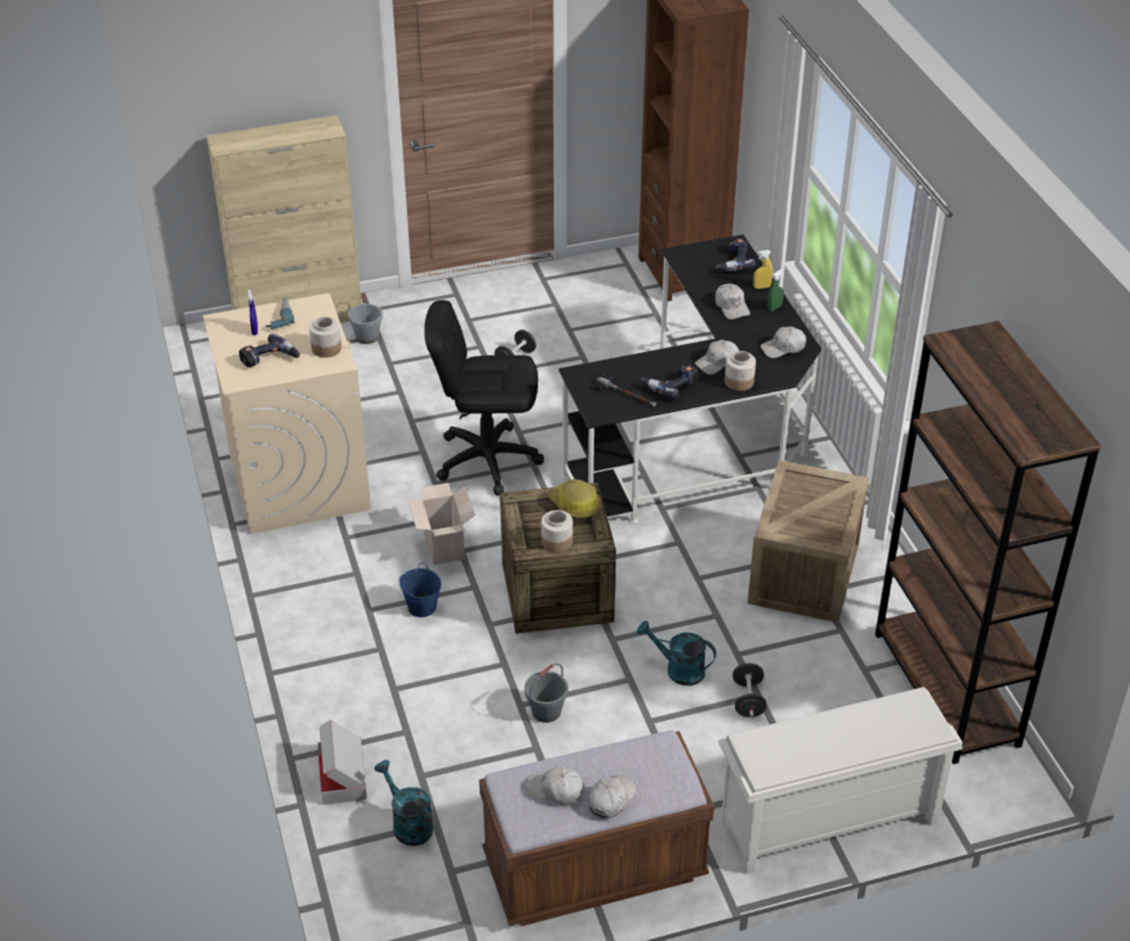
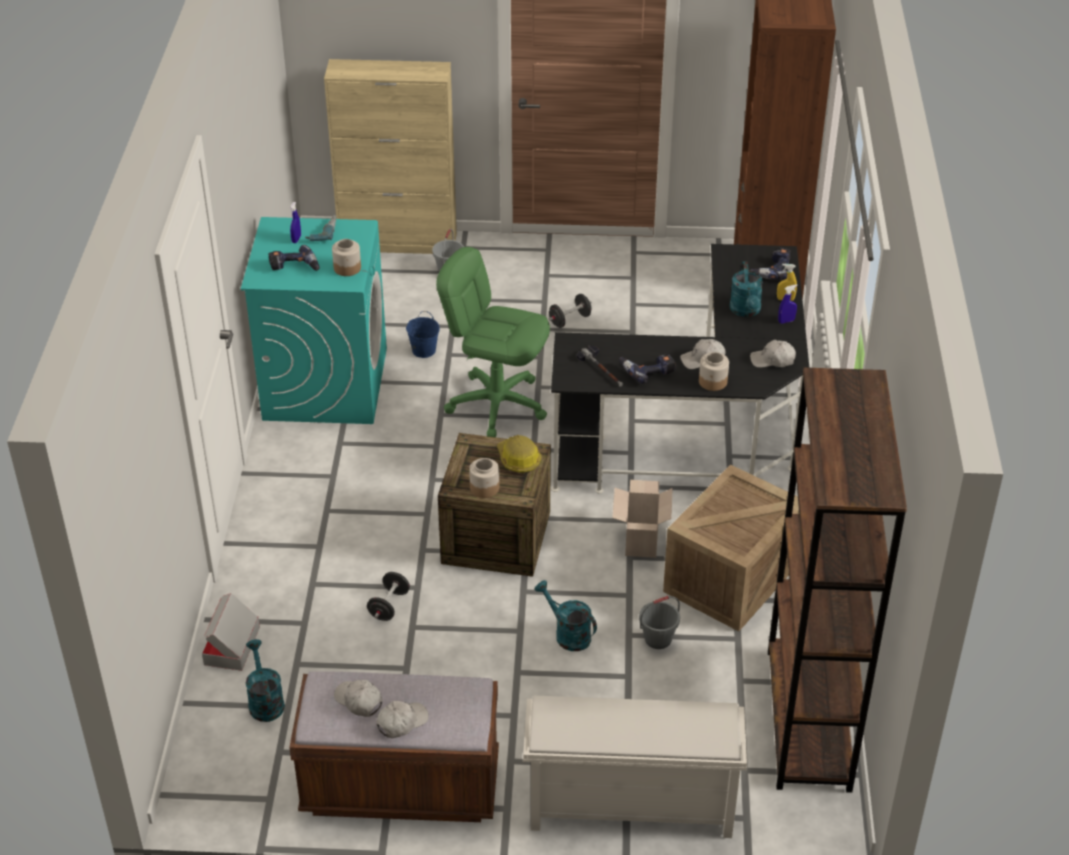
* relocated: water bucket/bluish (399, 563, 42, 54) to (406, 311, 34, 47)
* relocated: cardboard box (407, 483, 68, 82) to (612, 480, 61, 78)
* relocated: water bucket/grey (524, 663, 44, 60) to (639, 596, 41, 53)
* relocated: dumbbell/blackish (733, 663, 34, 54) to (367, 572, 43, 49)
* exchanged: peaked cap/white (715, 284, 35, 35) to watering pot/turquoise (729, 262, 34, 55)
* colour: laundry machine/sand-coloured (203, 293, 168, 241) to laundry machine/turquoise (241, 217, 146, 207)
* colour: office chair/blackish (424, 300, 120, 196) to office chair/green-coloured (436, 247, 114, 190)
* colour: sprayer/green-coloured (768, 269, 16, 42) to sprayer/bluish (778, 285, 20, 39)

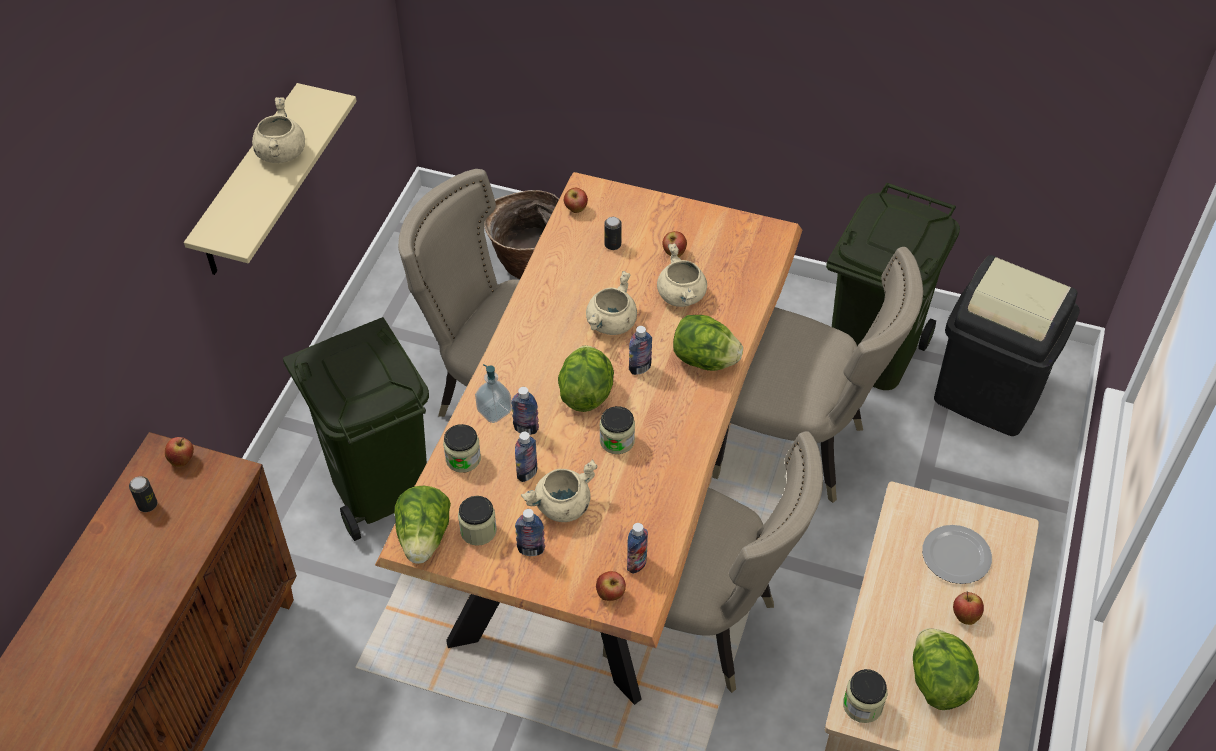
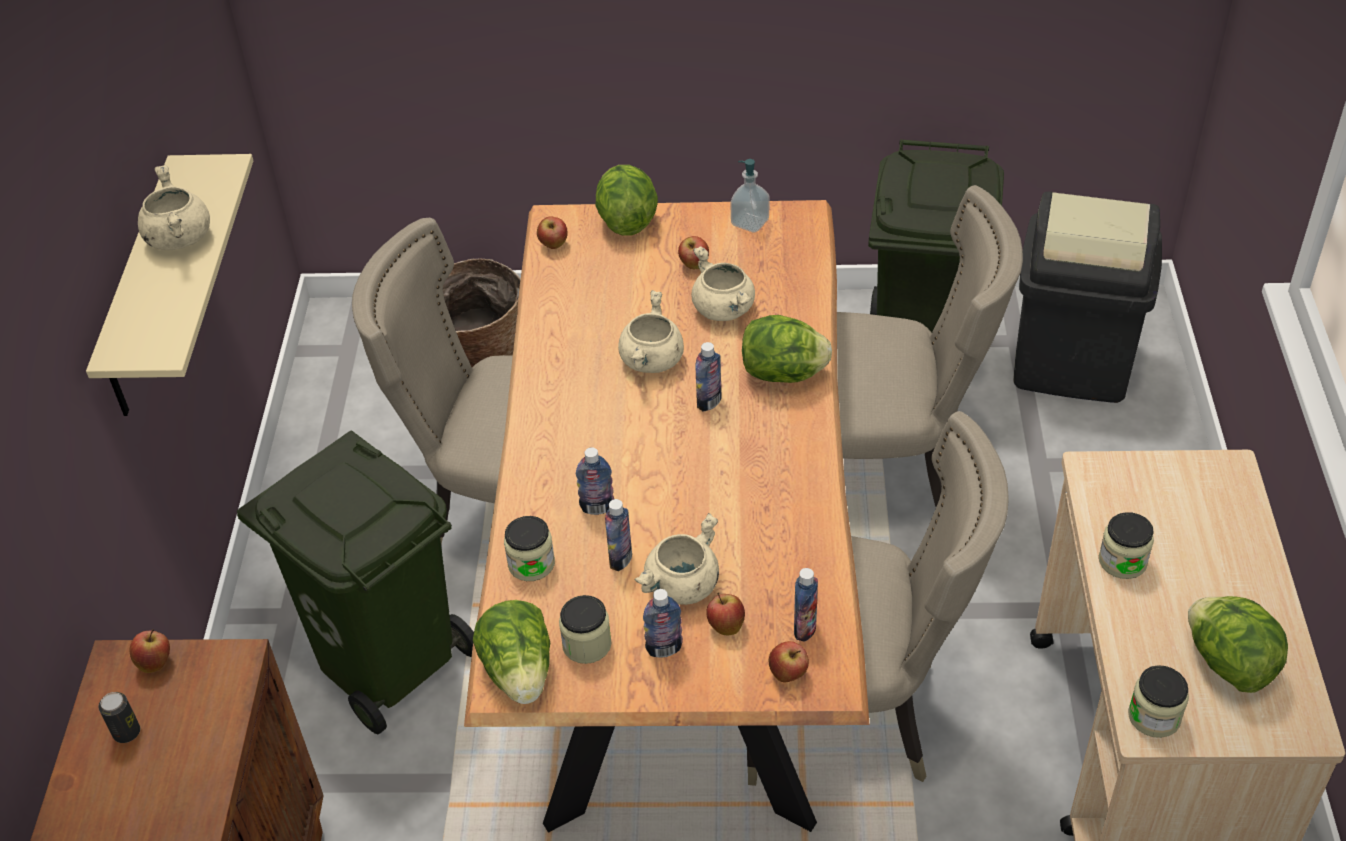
* missing: metal can (604, 217, 18, 33)
* missing: dinner plate (922, 525, 70, 59)
* relocated: liquid soap bottle (475, 364, 37, 59) to (730, 159, 39, 74)
* relocated: lettuce (558, 345, 56, 67) to (595, 165, 63, 71)
* relocated: storage jar (600, 406, 35, 48) to (1099, 512, 55, 67)
* relocated: whole apple (953, 591, 31, 34) to (706, 592, 39, 43)

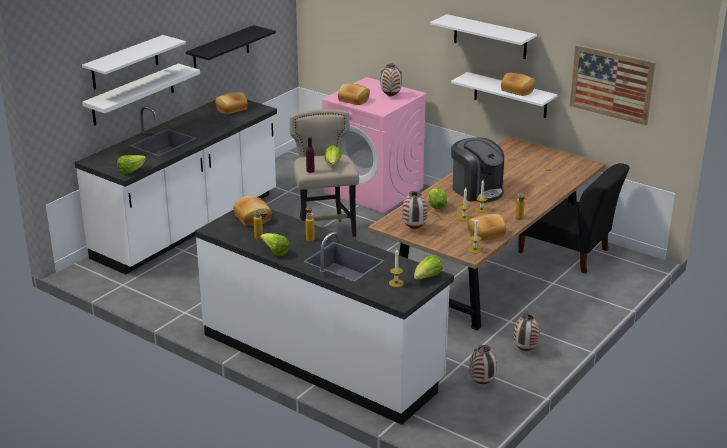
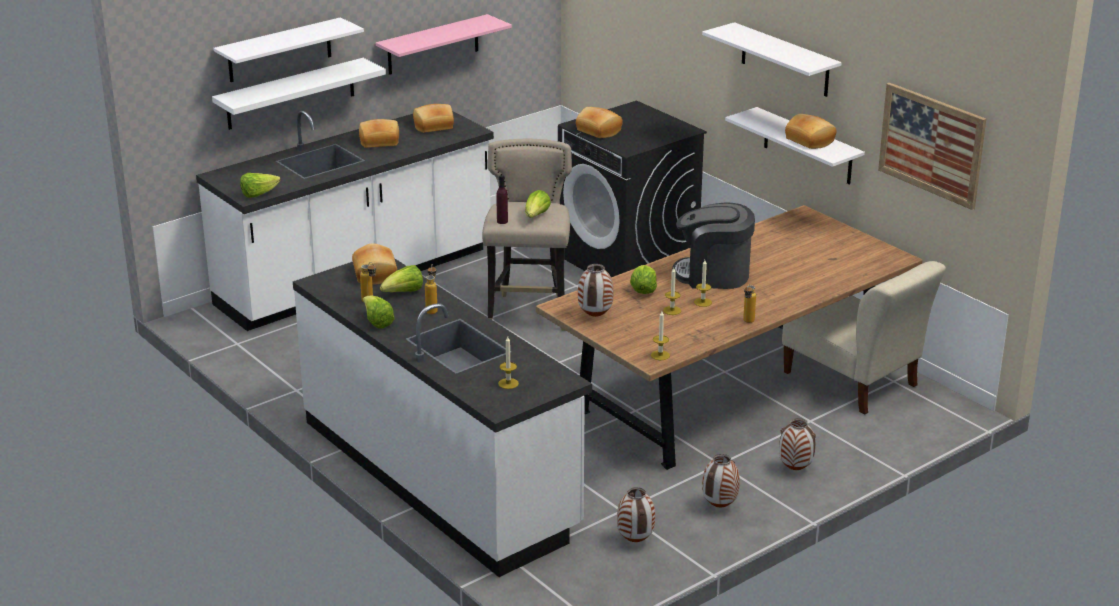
* relocated: flower vase (380, 64, 22, 32) to (779, 418, 37, 52)
* relocated: lettuce (414, 255, 29, 25) to (380, 265, 43, 27)
* relocated: bread (467, 214, 39, 27) to (359, 119, 40, 29)
* colour: wall shelf/blackish (186, 25, 90, 43) to wall shelf/pink (376, 14, 136, 61)
* colour: laundry machine/pink (322, 77, 105, 136) to laundry machine/blackish (558, 101, 149, 176)
* colour: plain chair/blackish (518, 163, 111, 111) to plain chair/sand-coloured (782, 261, 164, 153)
* spun: coffee brewer (451, 137, 53, 66) = (672, 202, 83, 87) 120 degrees clockwise

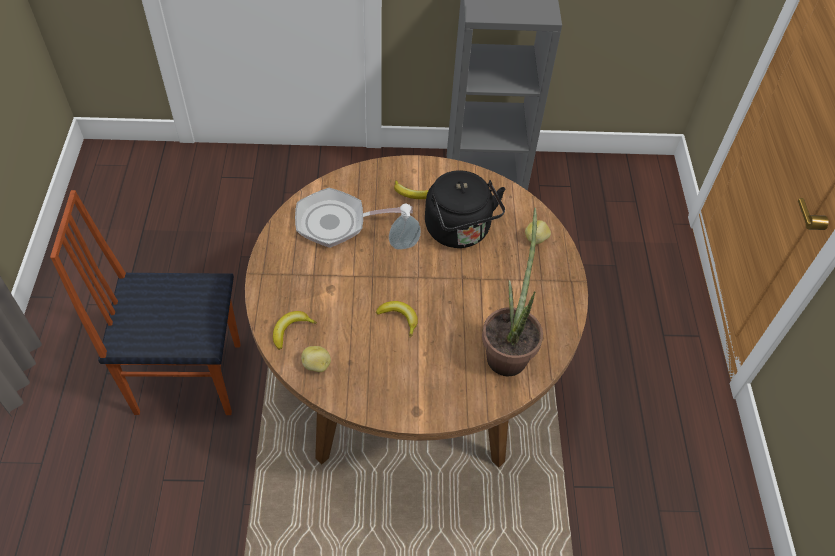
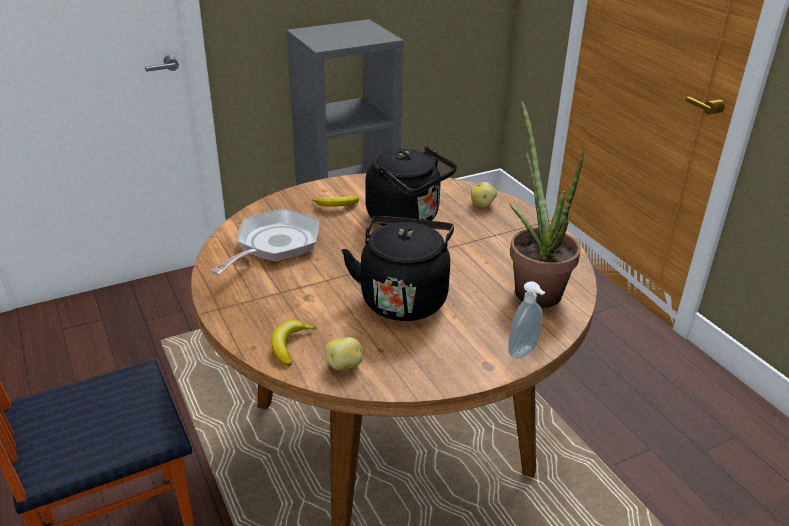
* relocated: liquid soap bottle (389, 204, 32, 46) to (508, 281, 38, 78)
* exchanged: whole banana (376, 301, 42, 36) to water kettle/blackish (342, 216, 112, 105)
* spun: skillet (295, 188, 118, 60) = (210, 209, 109, 66) 150 degrees clockwise

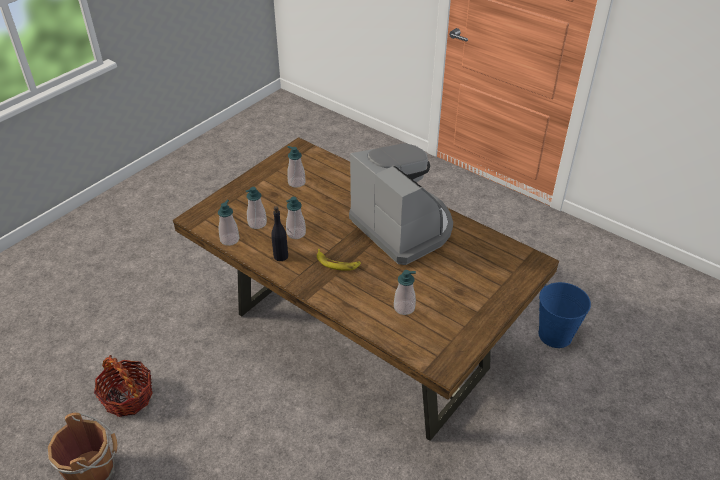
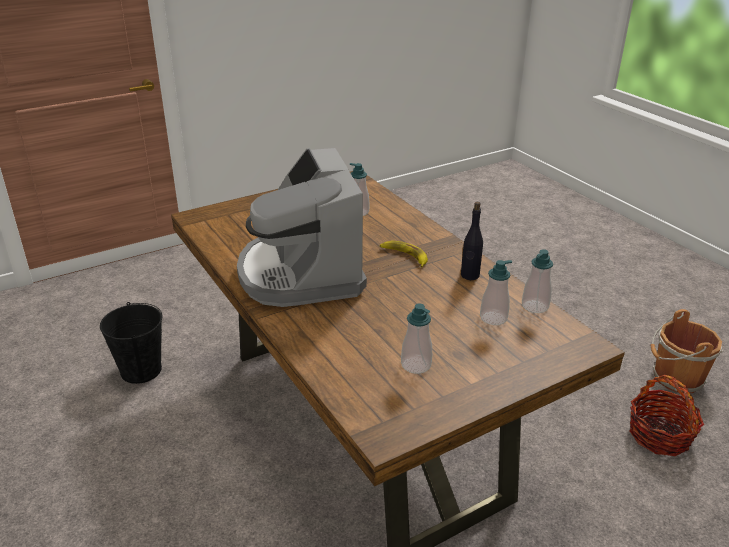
* missing: liquid soap bottle (286, 197, 20, 42)
* colour: water bucket/bluish (538, 282, 53, 66) to water bucket/blackish (100, 302, 62, 82)

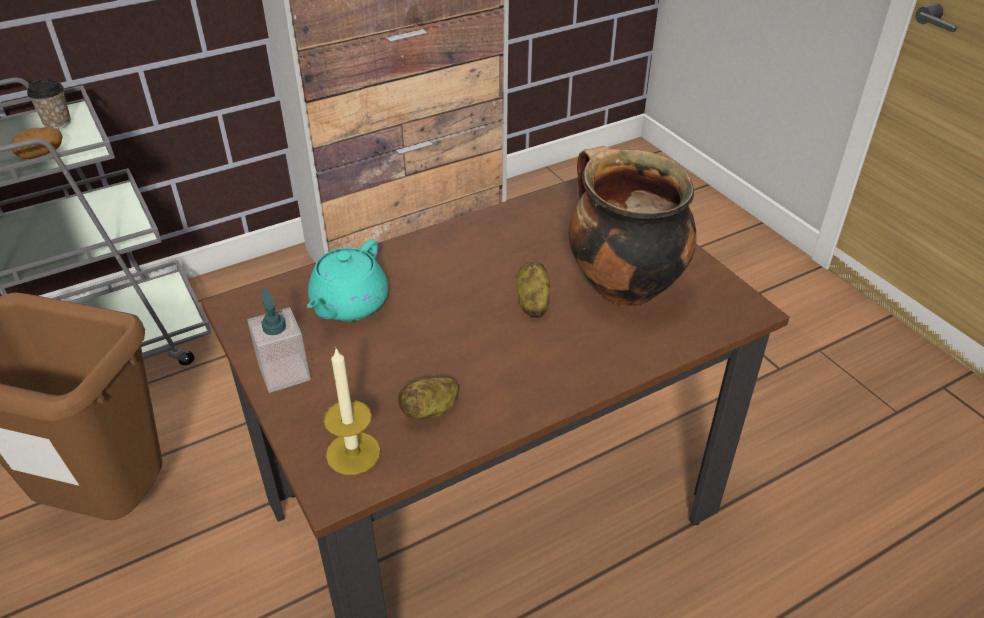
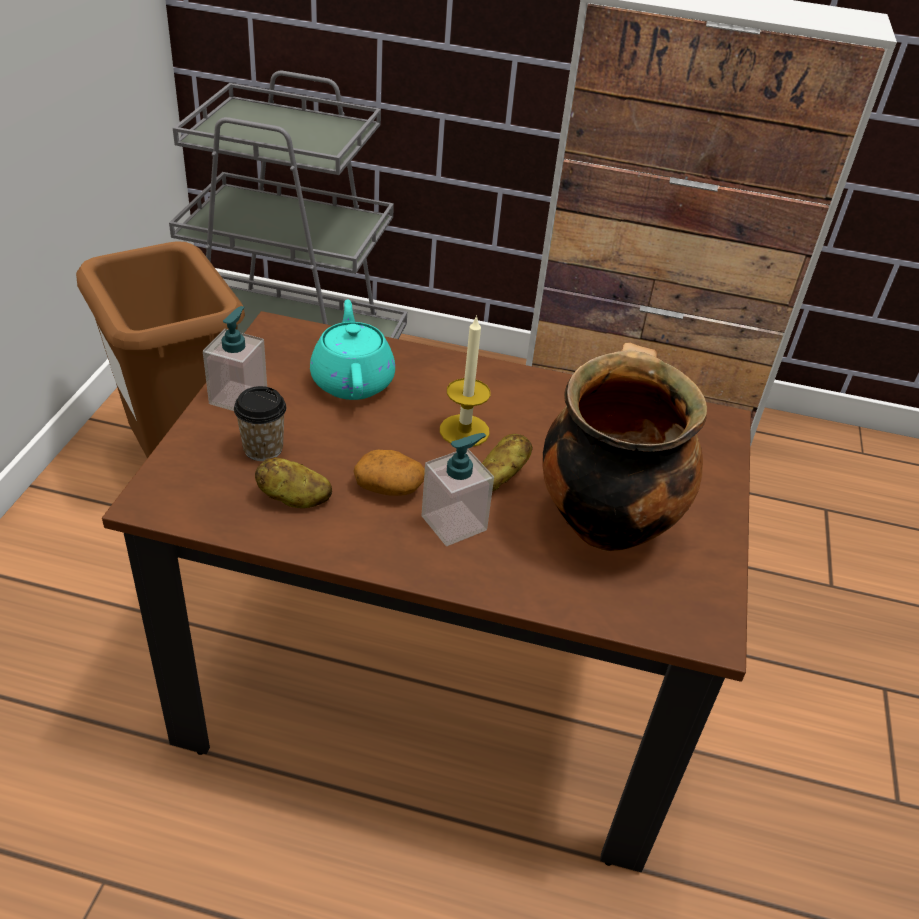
* appeared: liquid soap bottle (422, 433, 72, 113)
* relocated: whole potato (11, 127, 52, 32) to (353, 450, 72, 46)
* relocated: drinking cup (27, 78, 44, 51) to (234, 386, 52, 75)
* relocated: wax candle (323, 347, 58, 128) to (440, 315, 51, 132)
* spun: pot for tea/turquoise (307, 239, 82, 82) = (310, 299, 85, 101) 105 degrees clockwise

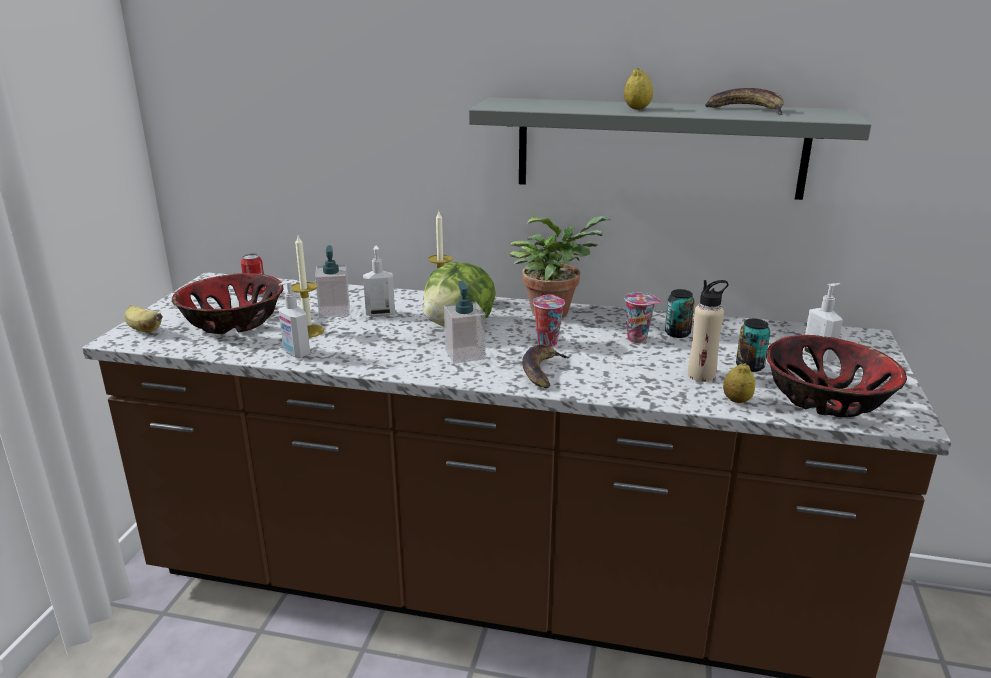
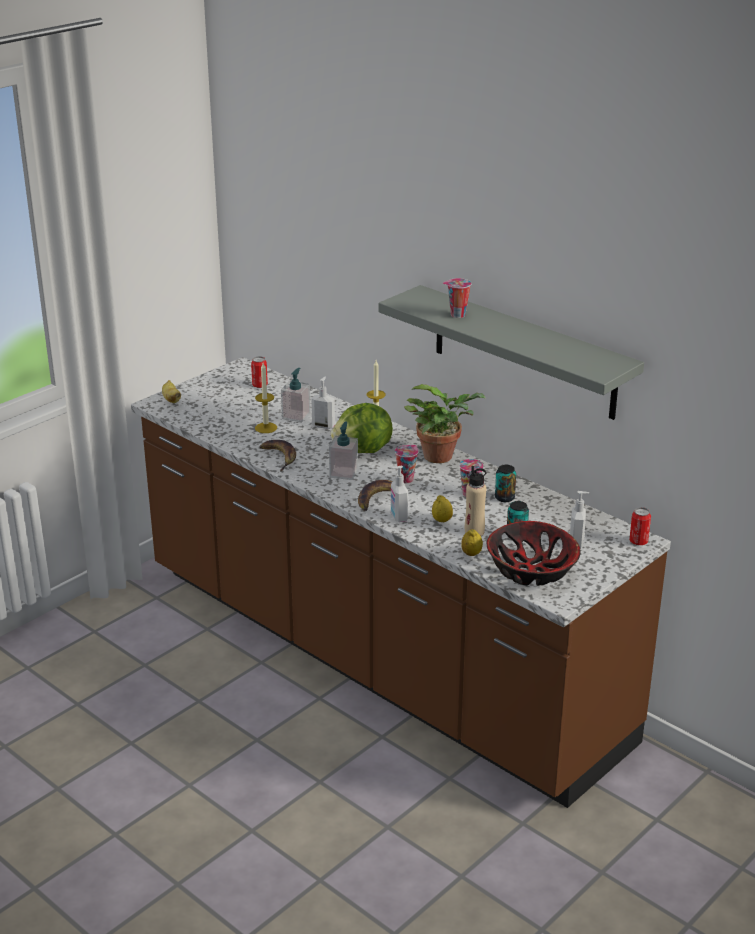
* missing: serving bowl (172, 273, 111, 61)
* appeared: drinking cup (443, 278, 29, 40)
* appeared: metal can (629, 507, 22, 38)
* relocated: liquid soap bottle (278, 280, 32, 78) to (391, 466, 17, 56)
* relocated: lemon (624, 68, 29, 41) to (432, 495, 21, 27)
* relocated: whole banana (705, 88, 79, 28) to (260, 440, 36, 31)

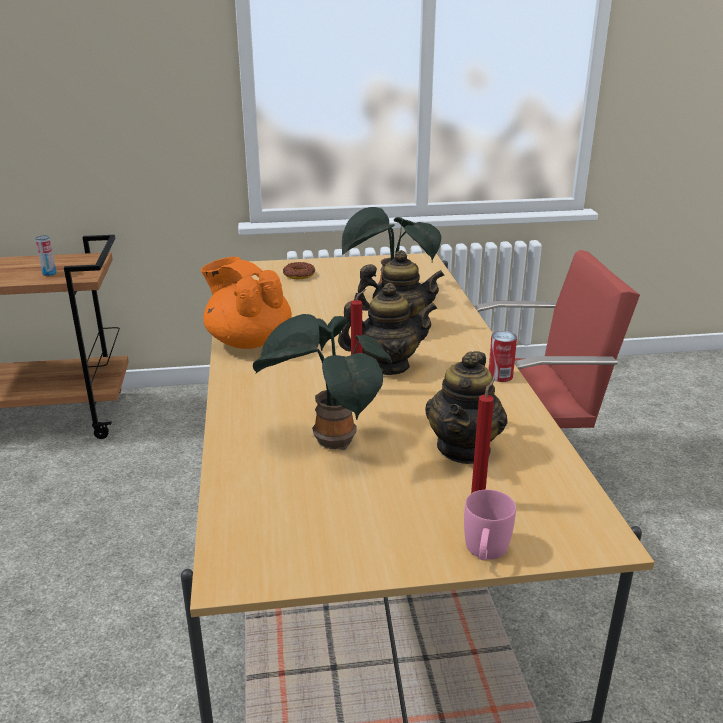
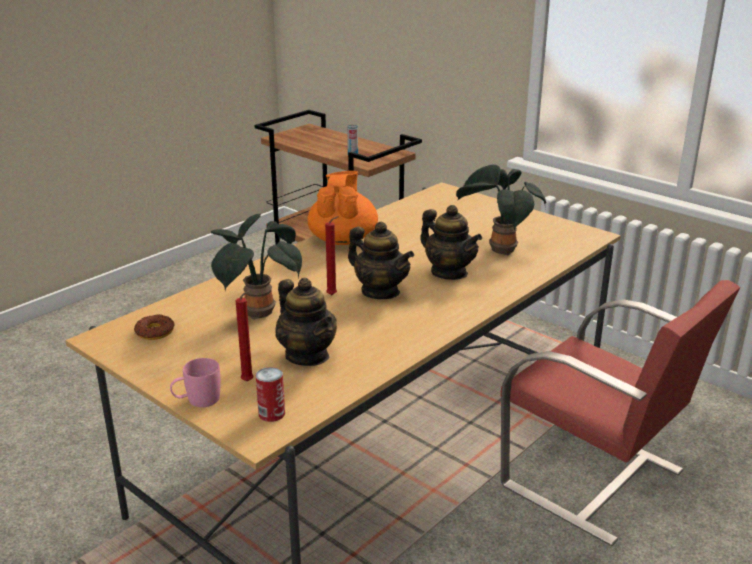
* relocated: ring doughnut (283, 262, 32, 17) to (134, 314, 40, 26)
* relocated: metal can (488, 331, 29, 51) to (256, 367, 29, 55)
* spun: pot for tea (425, 351, 83, 113) = (275, 278, 62, 88) 105 degrees counterclockwise

